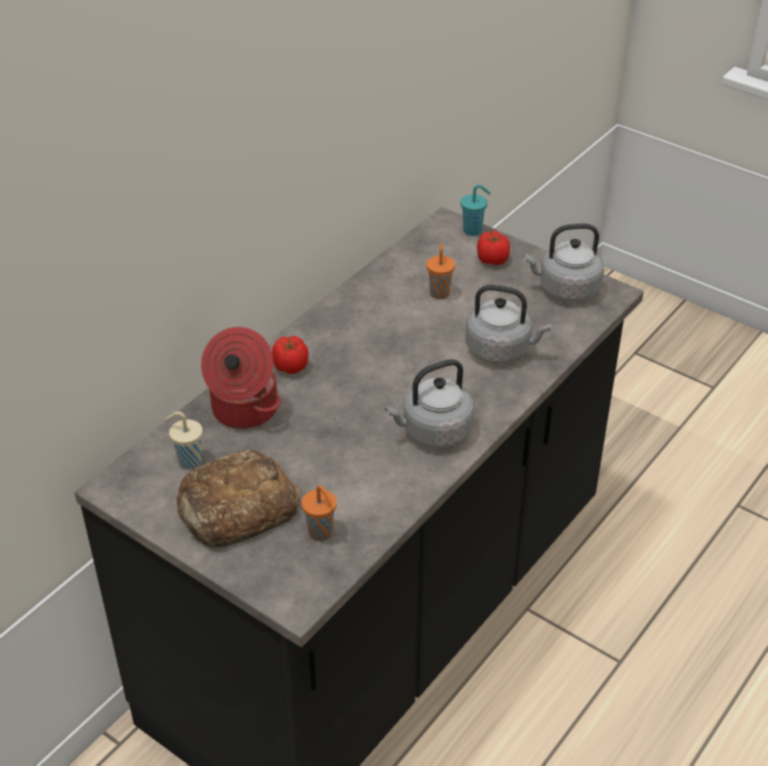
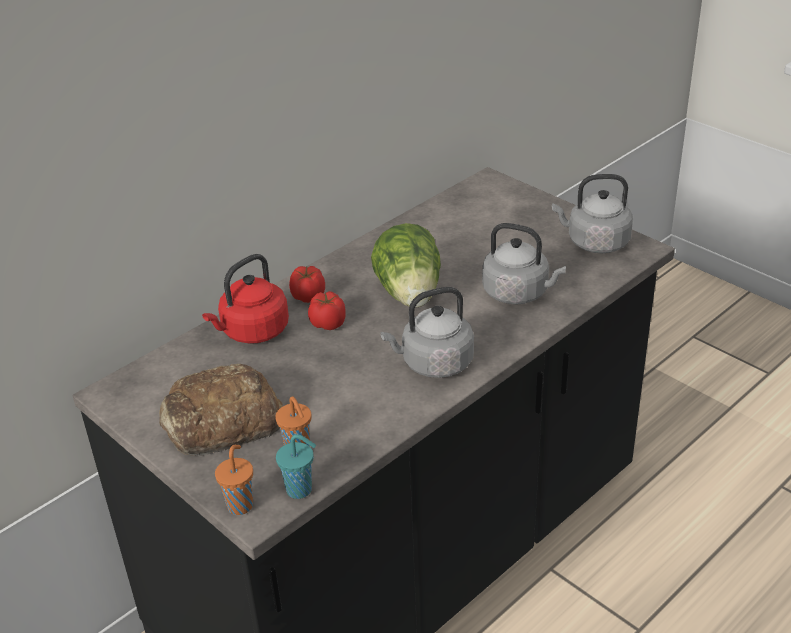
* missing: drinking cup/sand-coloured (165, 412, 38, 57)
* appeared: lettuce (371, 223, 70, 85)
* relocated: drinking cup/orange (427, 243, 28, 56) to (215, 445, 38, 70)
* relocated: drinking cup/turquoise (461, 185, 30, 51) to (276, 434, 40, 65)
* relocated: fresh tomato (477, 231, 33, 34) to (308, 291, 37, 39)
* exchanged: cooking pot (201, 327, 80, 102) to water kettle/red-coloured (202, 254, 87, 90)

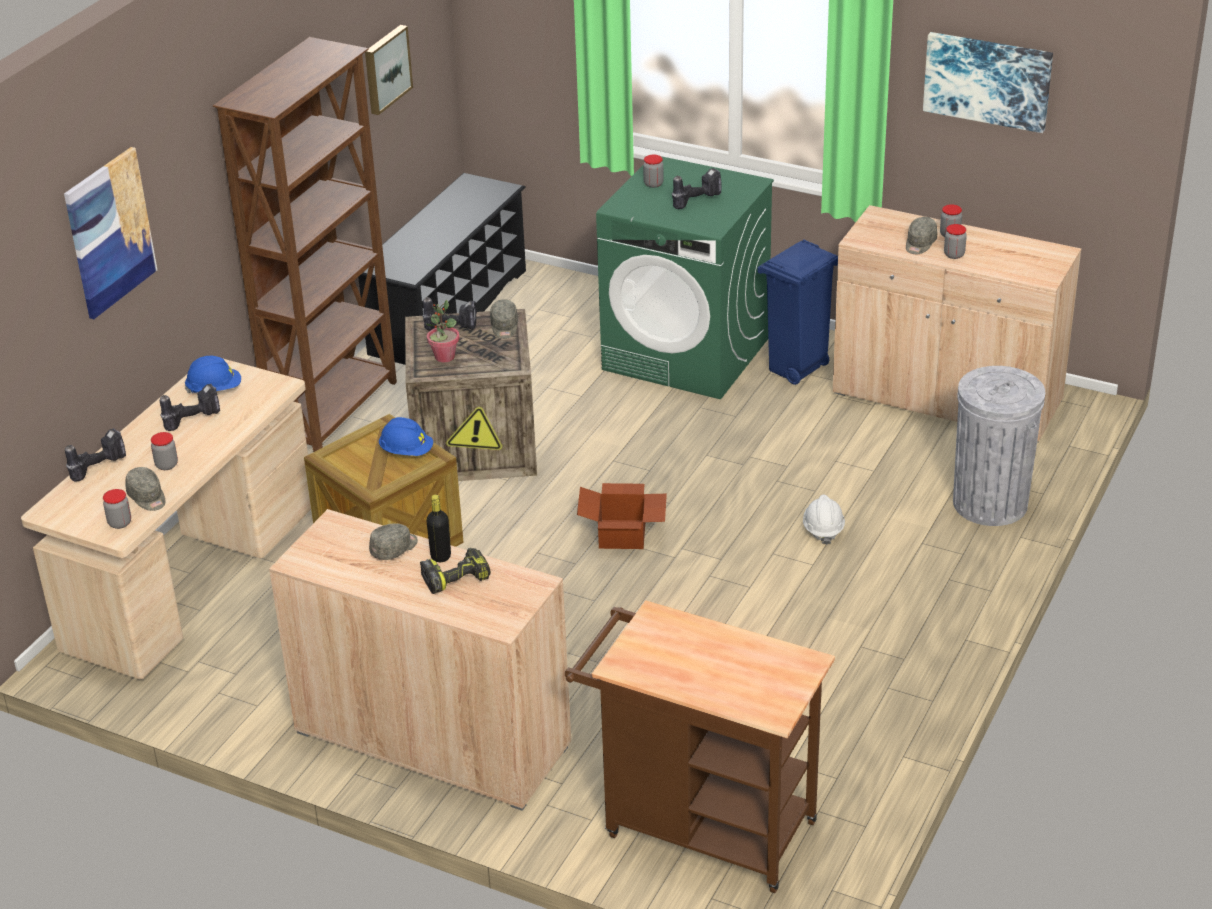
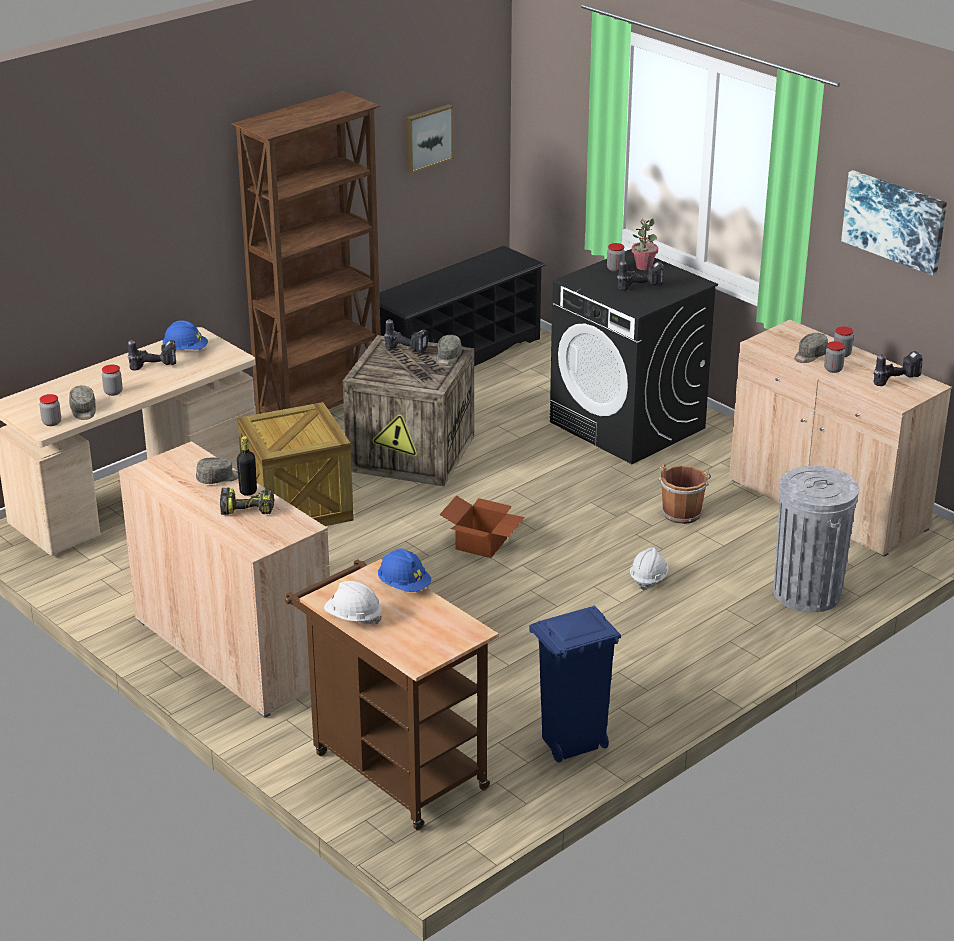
* missing: wall picture (64, 147, 93, 172)
* appeared: work helmet/white (324, 581, 58, 43)
* appeared: water bucket/brown (659, 464, 52, 60)
* relocated: power drill (65, 428, 61, 53) to (874, 351, 48, 35)
* relocated: work helmet/bluish (379, 417, 54, 39) to (378, 549, 53, 43)
* relocated: potted plant (425, 300, 35, 62) to (632, 218, 26, 52)
* relocated: rubbish bin/bluish (758, 239, 80, 146) to (529, 605, 92, 158)
* colour: laundry machine/green-coloured (596, 156, 178, 243) to laundry machine/blackish (550, 249, 168, 215)

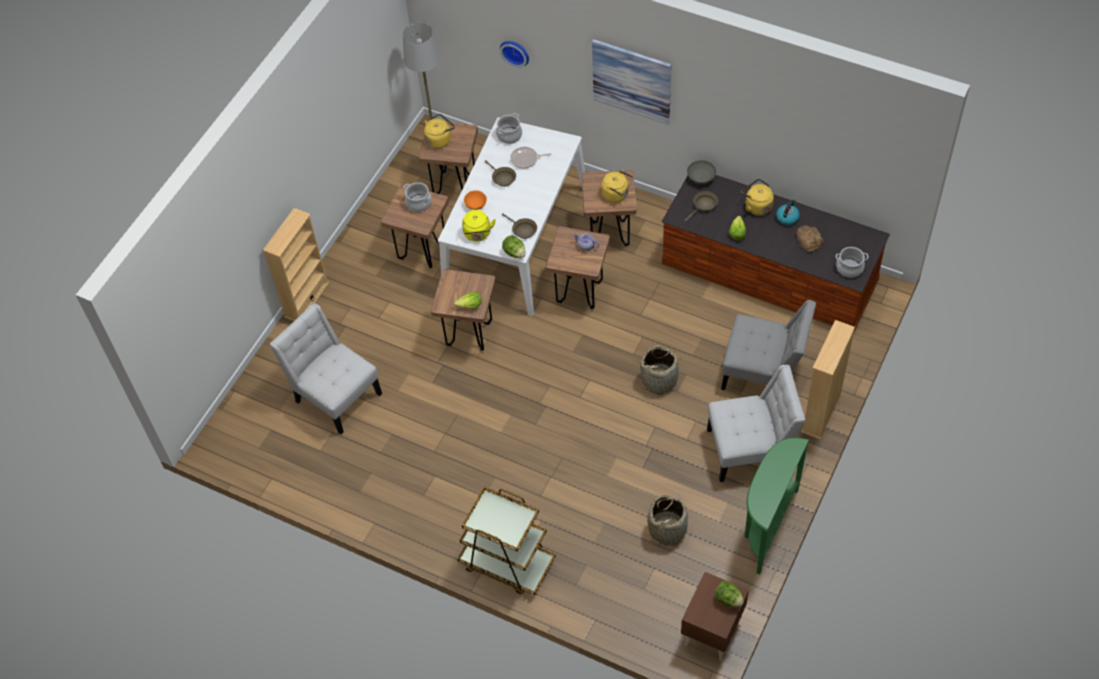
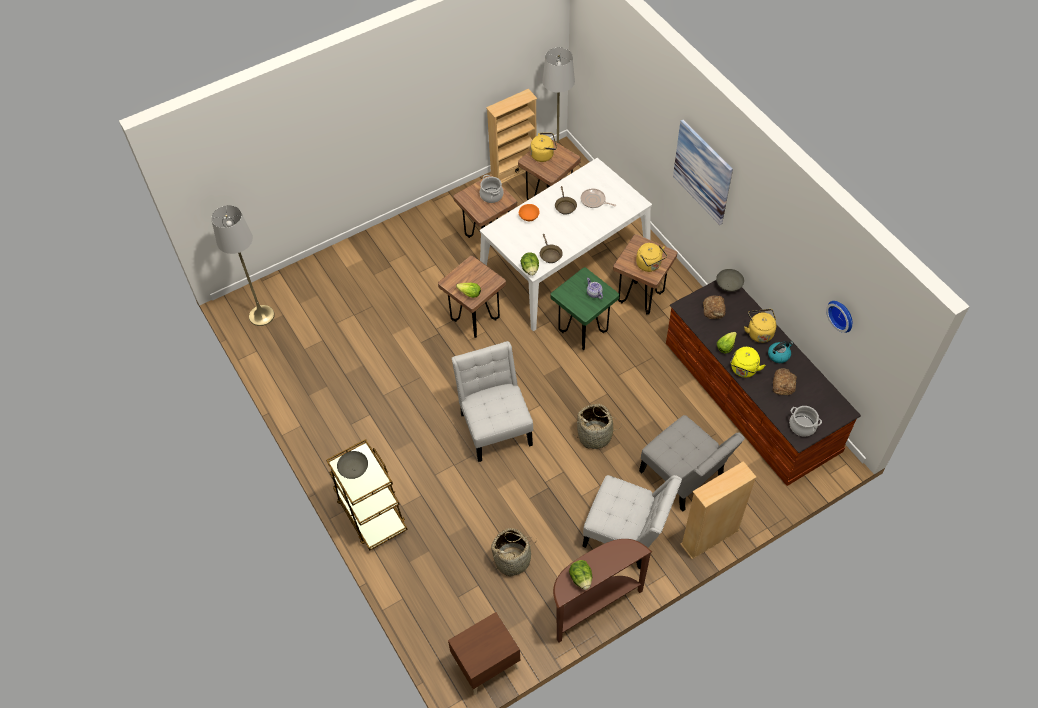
* missing: cooking pot (496, 113, 26, 31)
* appeared: floor lamp/grey (211, 205, 64, 121)
* appeared: serving bowl/grey (337, 451, 31, 28)
* relocated: bookcase/sand-coloured (263, 208, 66, 113) to (486, 89, 51, 94)
* relocated: plain chair/white (269, 303, 113, 131) to (452, 341, 81, 121)
* relocated: water kettle/yellow (462, 210, 34, 32) to (730, 347, 36, 30)
* relocated: hanging clock (500, 41, 29, 26) to (826, 301, 26, 32)
* relocated: lettuce (715, 581, 29, 26) to (569, 560, 23, 30)
* exchanged: skillet/brown (684, 191, 34, 31) to bread (703, 295, 23, 24)
* colour: stool seat/brown (546, 226, 64, 83) to stool seat/green-coloured (550, 267, 69, 83)
* colour: narrow table/green-coloured (745, 438, 64, 136) to narrow table/brown (553, 539, 99, 104)

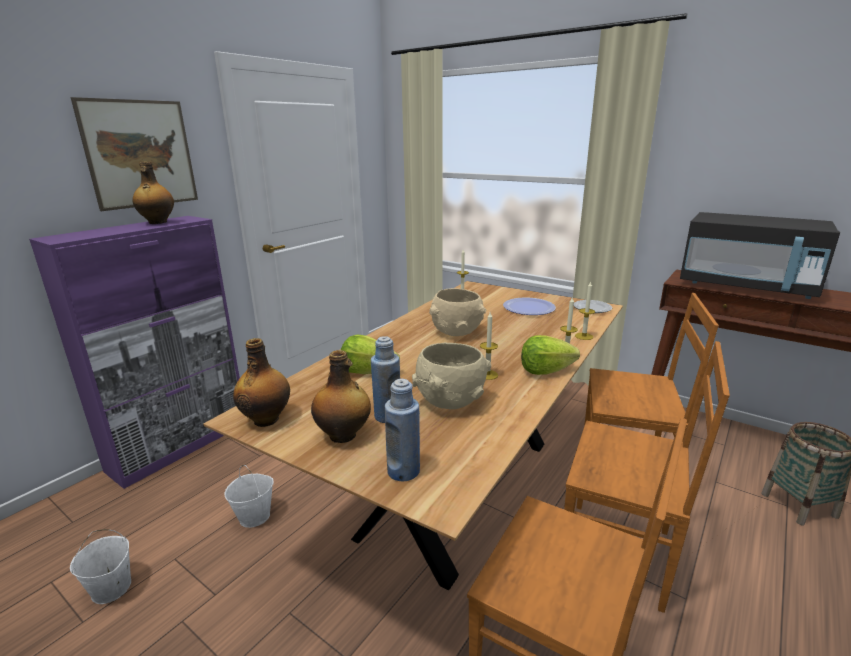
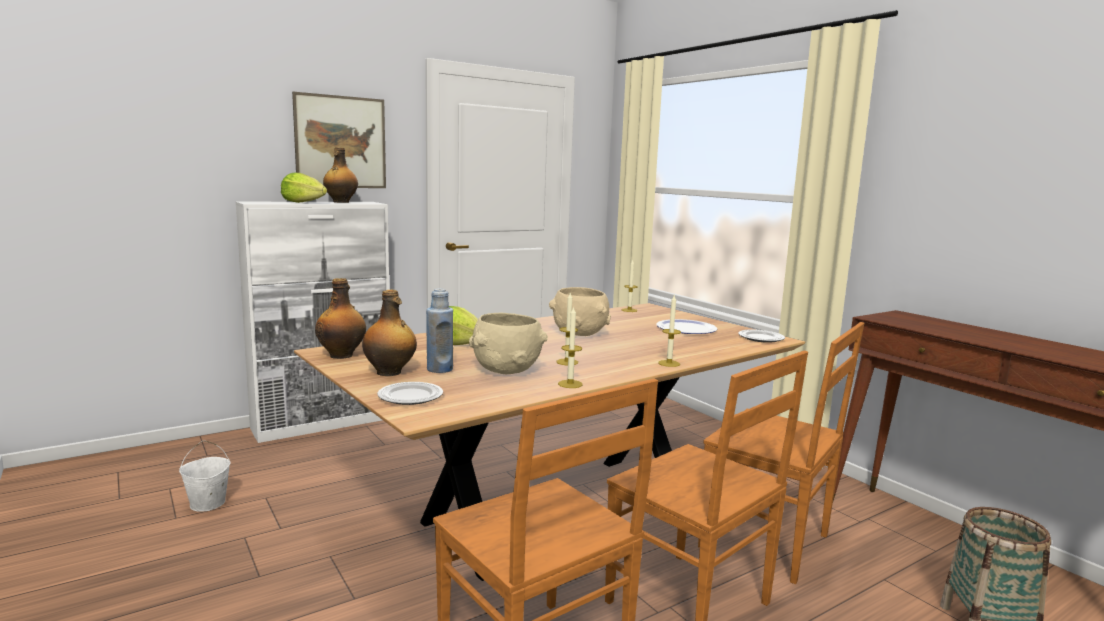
* missing: water bucket/white (224, 465, 50, 63)
* missing: microwave oven/blackish (680, 212, 160, 87)
* relocated: lettuce (521, 335, 59, 40) to (281, 173, 46, 30)
* relocated: wax candle (575, 282, 20, 58) to (558, 306, 25, 82)
* exchanged: bottle/bluish (385, 379, 35, 102) to dinner plate (377, 382, 66, 23)
* colour: cabinet/purple-coloured (29, 216, 211, 273) to cabinet/white (236, 202, 153, 241)

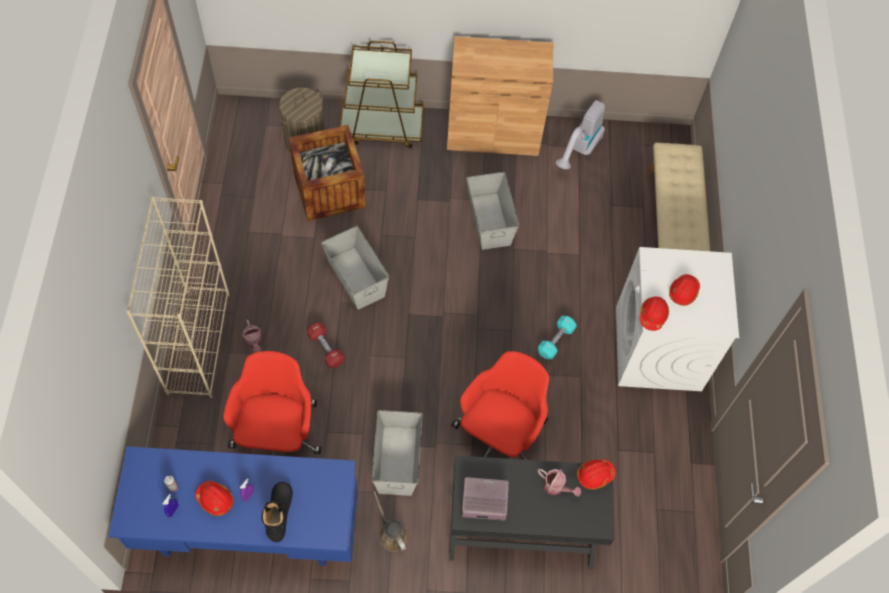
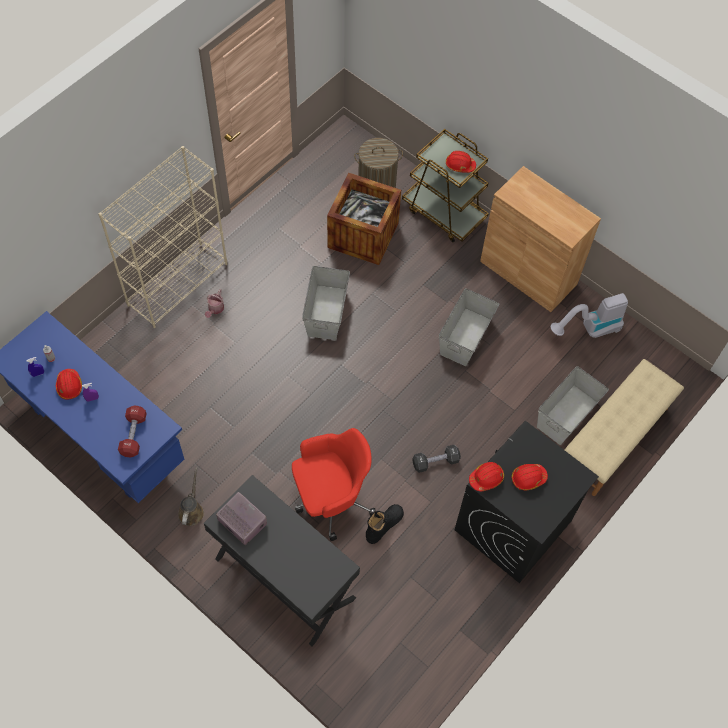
* missing: office chair/red-coloured (223, 351, 98, 105)
* missing: watering pot (537, 469, 44, 27)
* relocated: high-top boot/blackish (261, 482, 32, 60) to (366, 504, 38, 40)
* relocated: dumbbell/red-coloured (307, 323, 38, 45) to (118, 406, 29, 51)
* relocated: storage container/grey (372, 410, 51, 86) to (537, 366, 72, 79)
* relocated: work helmet/red-coloured (577, 459, 39, 31) to (446, 151, 30, 22)
* colour: dumbbell/turquoise (537, 316, 40, 43) to dumbbell/blackish (413, 445, 48, 28)
* colour: laundry machine/white (616, 247, 123, 144) to laundry machine/blackish (454, 421, 145, 162)

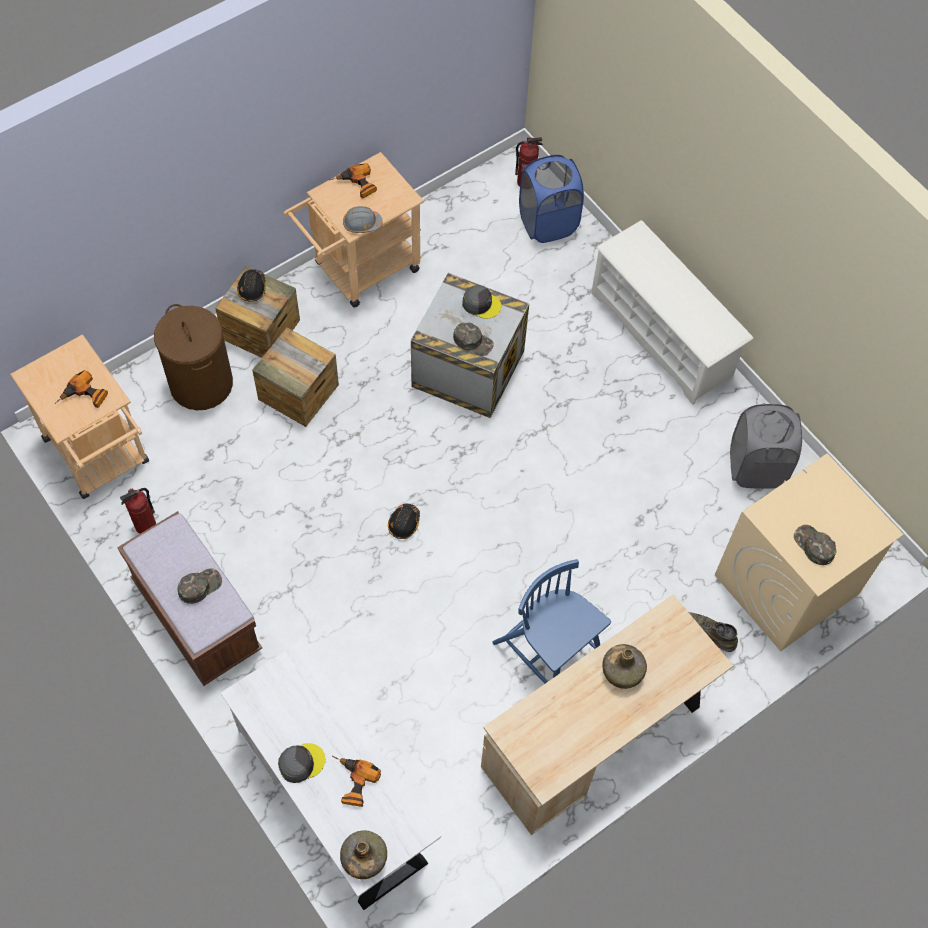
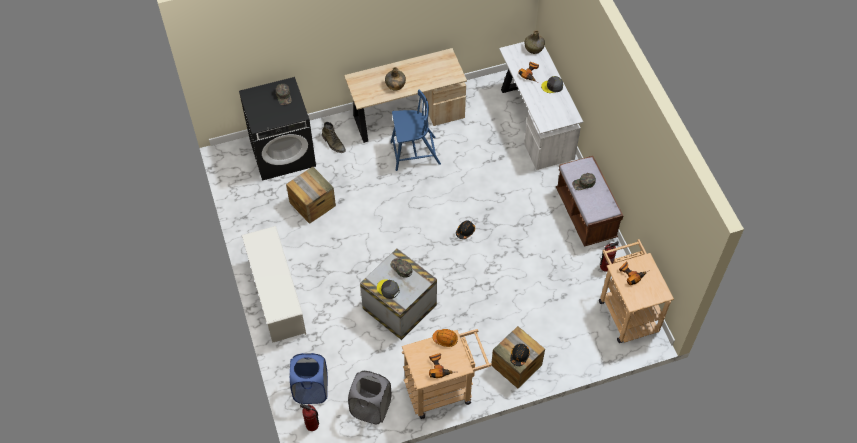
* missing: hamper/brown (154, 304, 79, 106)
* relocated: shipping crate (252, 328, 87, 99) to (286, 167, 50, 57)
* relocated: hamper/grey (730, 403, 72, 86) to (348, 371, 43, 53)
* colour: work helmet/grey (343, 206, 40, 27) to work helmet/orange (433, 329, 25, 18)
* colour: laundry machine/sand-coloured (715, 454, 189, 197) to laundry machine/blackish (239, 77, 77, 104)
* spun: plain chair/bluish (492, 559, 119, 124) = (390, 90, 51, 81) 75 degrees counterclockwise

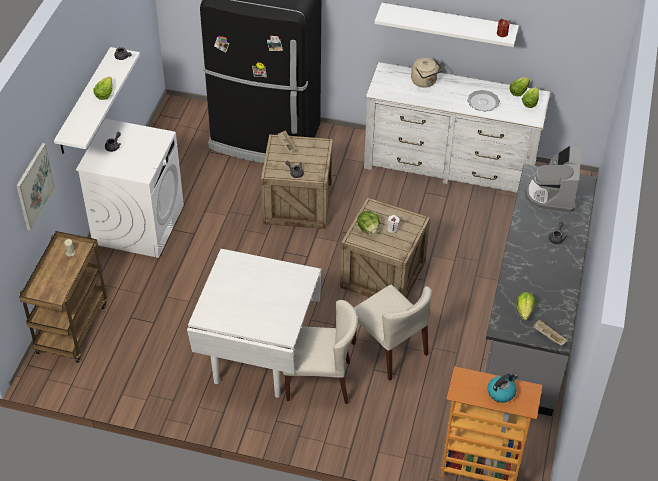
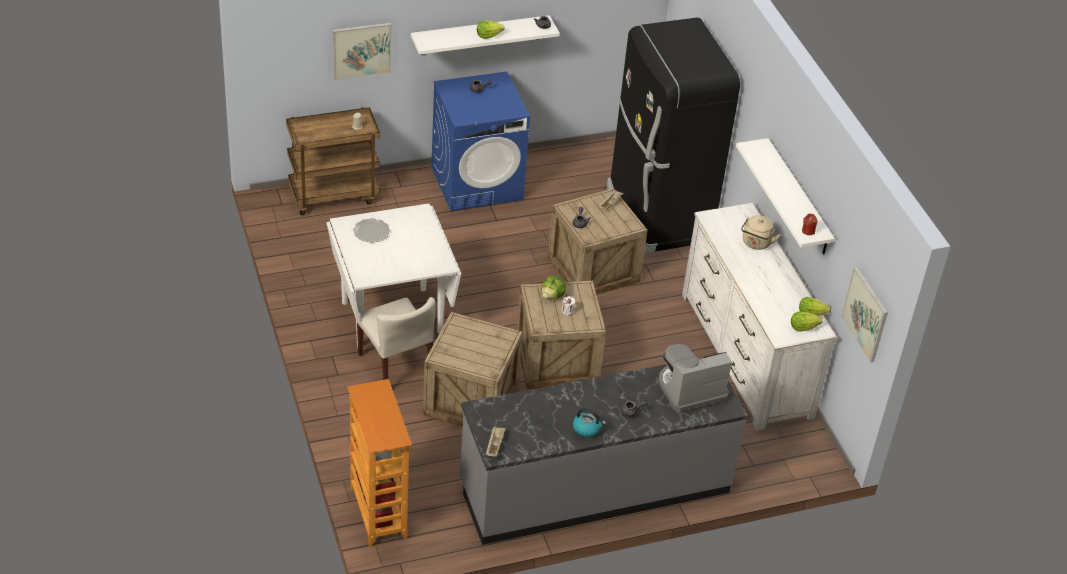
* missing: lettuce (516, 292, 19, 28)
* appeared: wall picture (841, 267, 47, 96)
* relocated: dinner plate (467, 90, 33, 21) to (353, 218, 37, 25)
* relocated: water kettle (487, 373, 31, 30) to (573, 408, 33, 30)
* exchanged: plain chair/sand-coloured (351, 285, 81, 95) to shipping crate (423, 312, 100, 114)
* colour: laundry machine/white (76, 119, 108, 139) to laundry machine/bluish (431, 71, 99, 140)

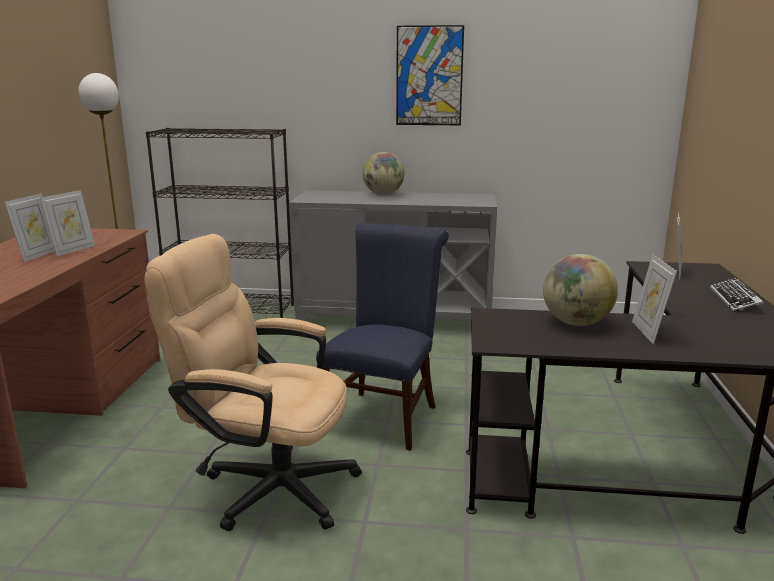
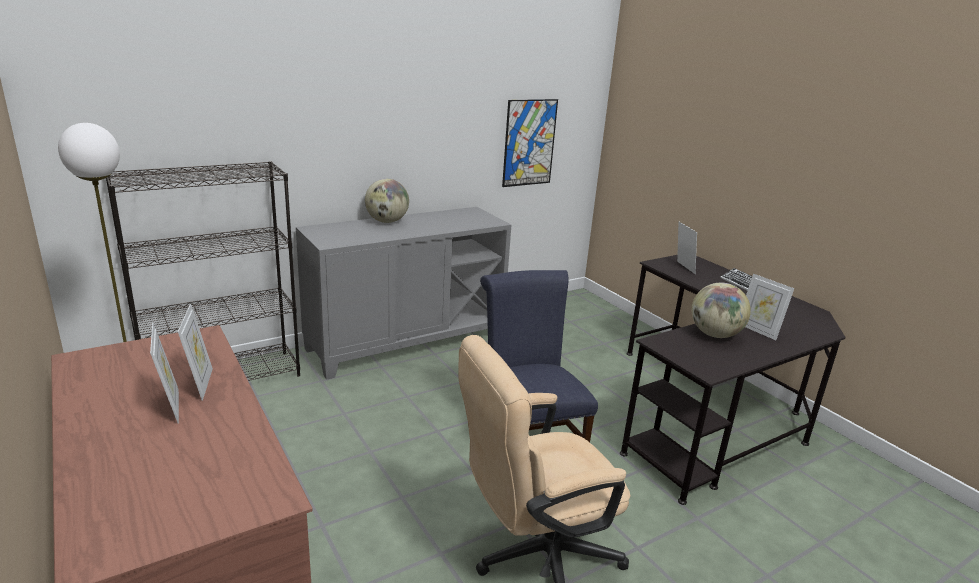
* relocated: wall picture (396, 25, 68, 100) to (502, 99, 56, 88)

